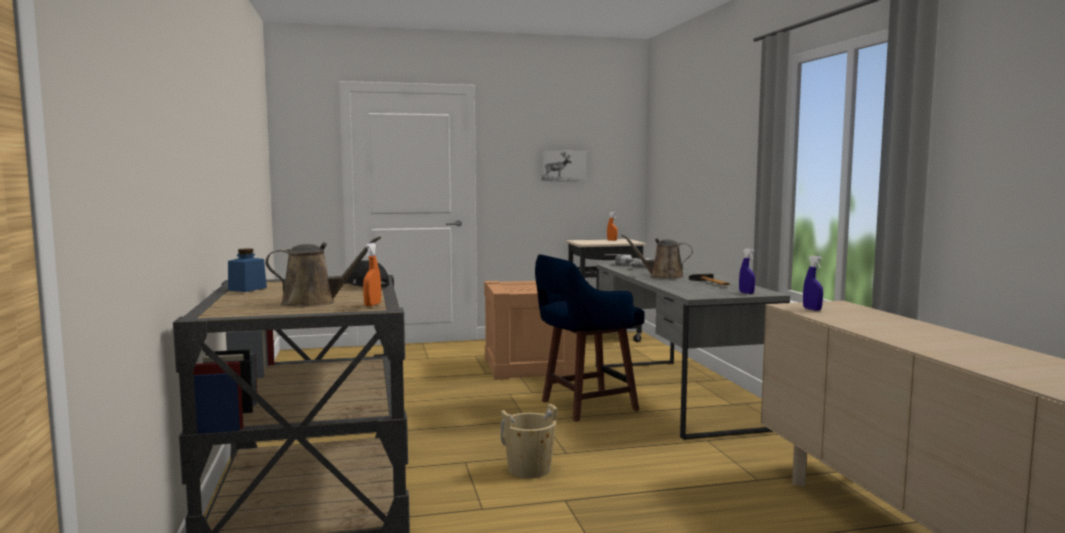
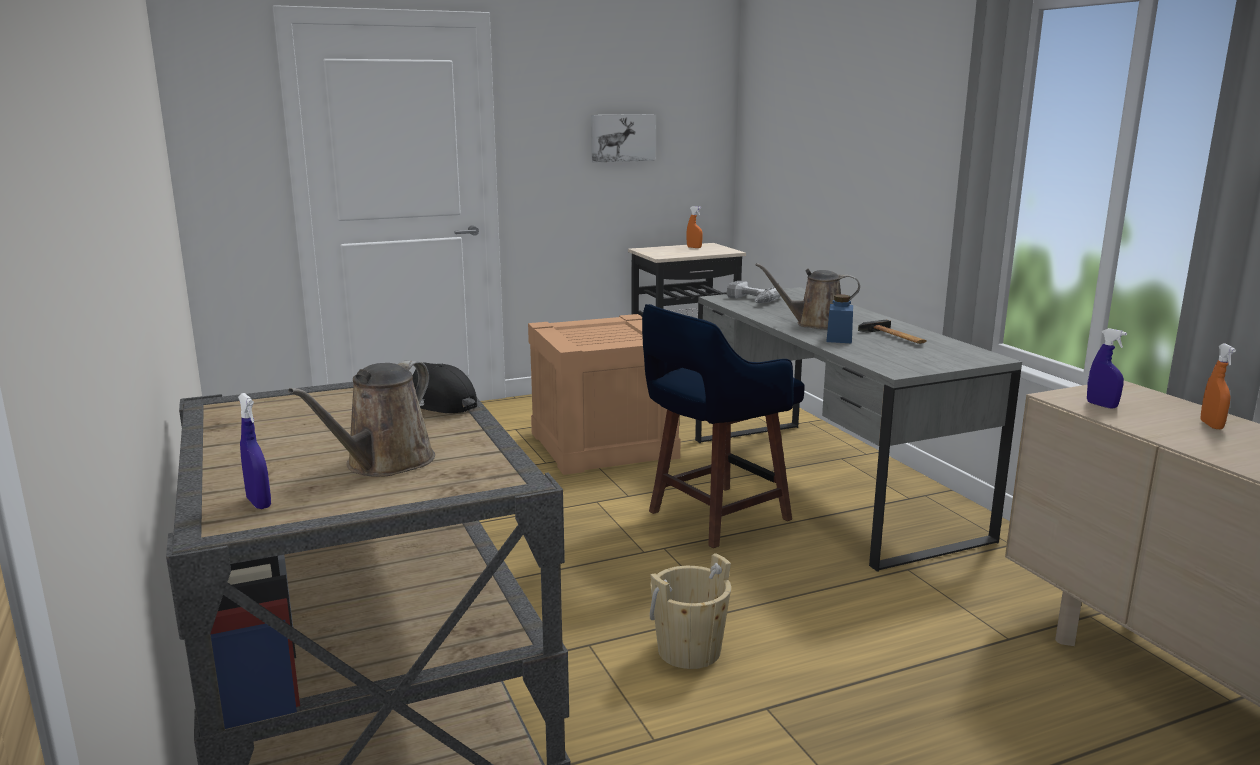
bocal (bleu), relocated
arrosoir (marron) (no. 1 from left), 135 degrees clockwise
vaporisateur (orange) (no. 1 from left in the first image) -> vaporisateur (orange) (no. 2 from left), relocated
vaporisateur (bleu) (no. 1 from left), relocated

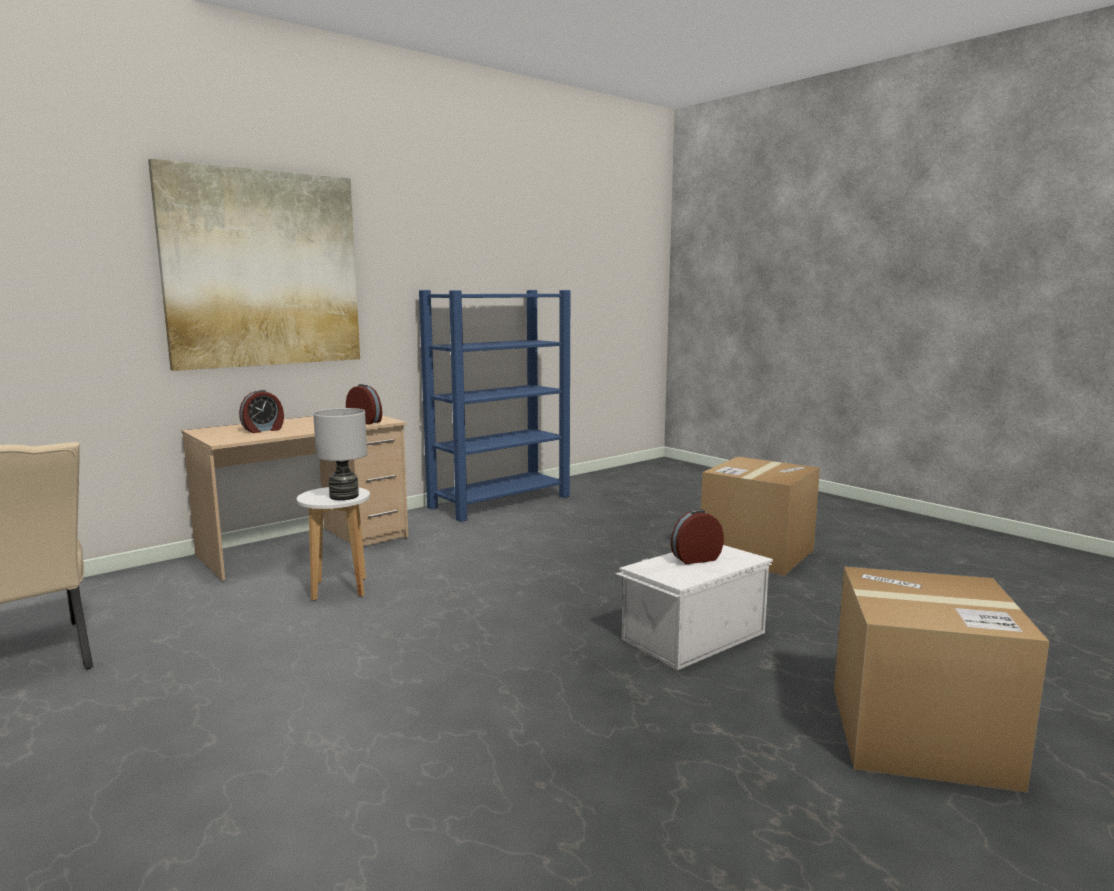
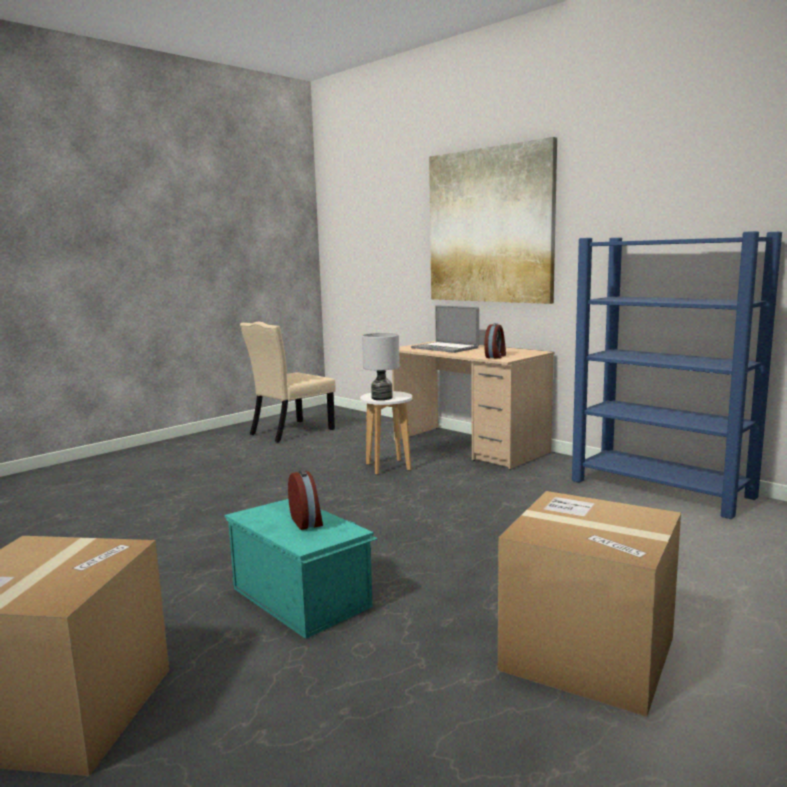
réveil (no. 1 from left) -> ordinateur portable
boîte de rangement (blanc) -> boîte de rangement (turquoise)

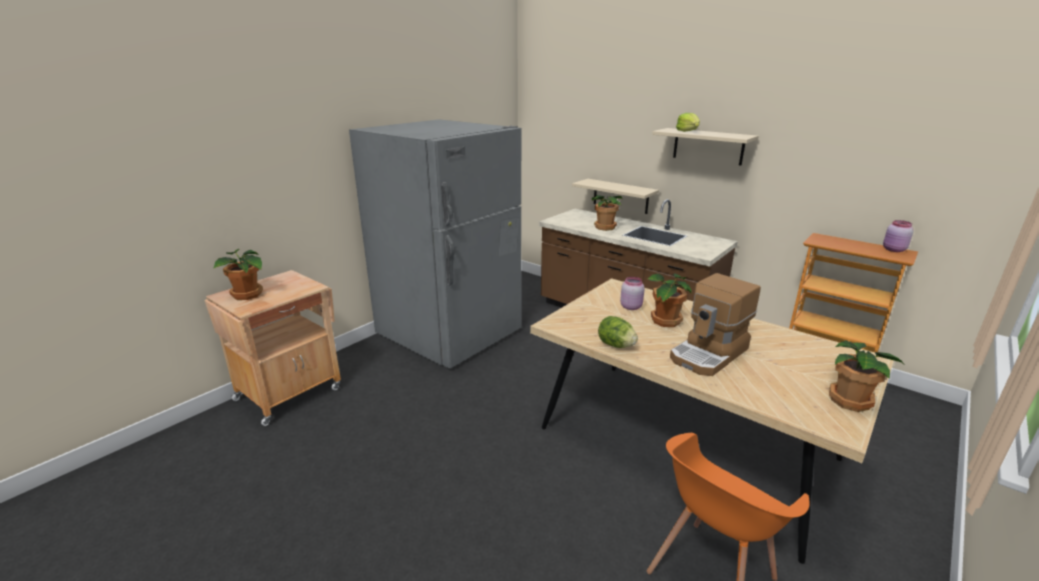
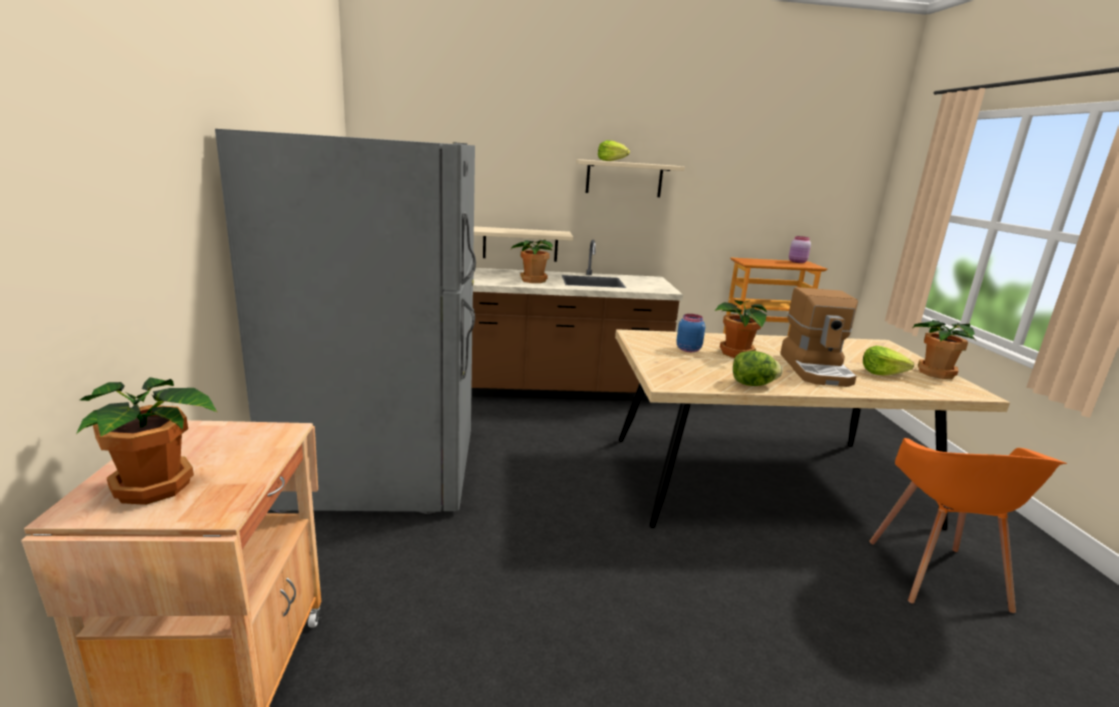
bocal (rose) (no. 1 from left) -> bocal (bleu)
none -> laitue (no. 3 from left)

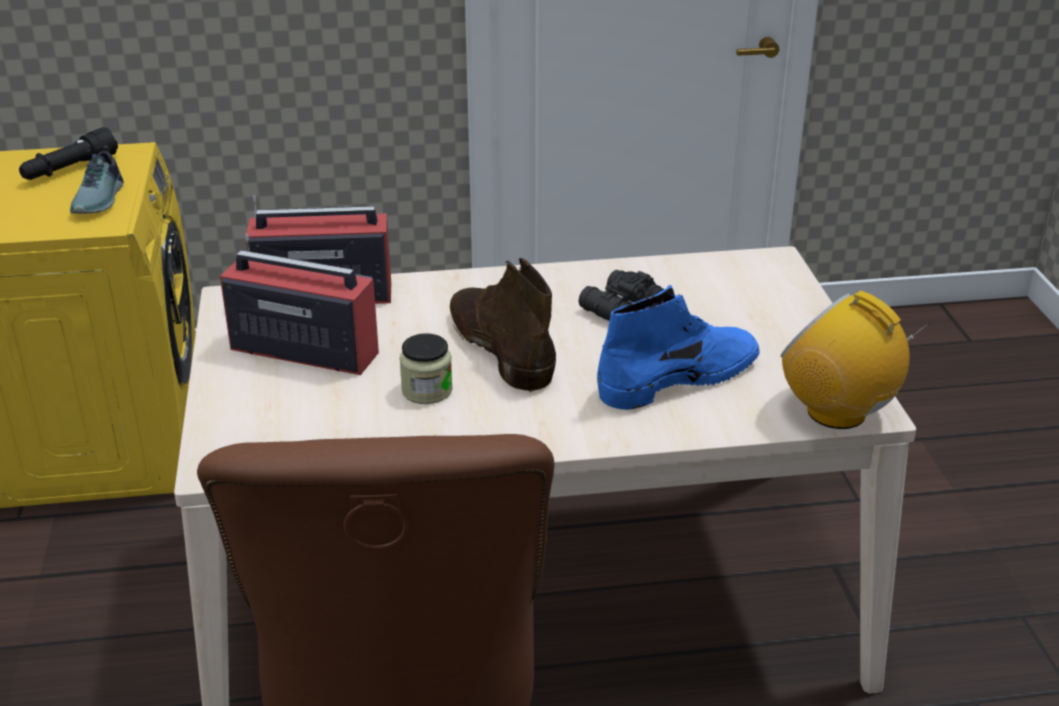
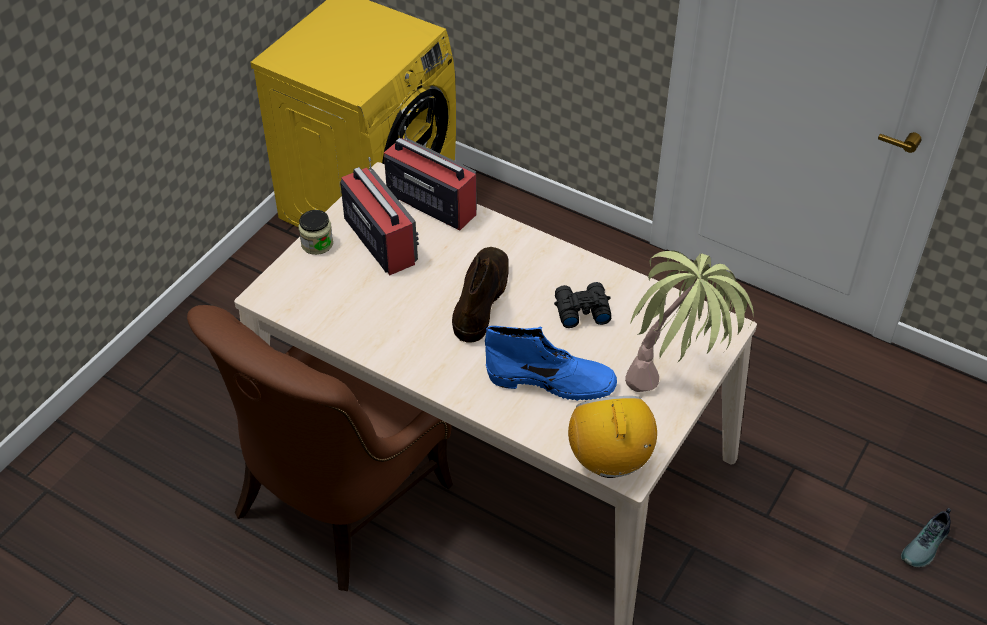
lampe de poche (noir) -> none
chaussure, relocated
bocal, relocated
none -> plante en pot

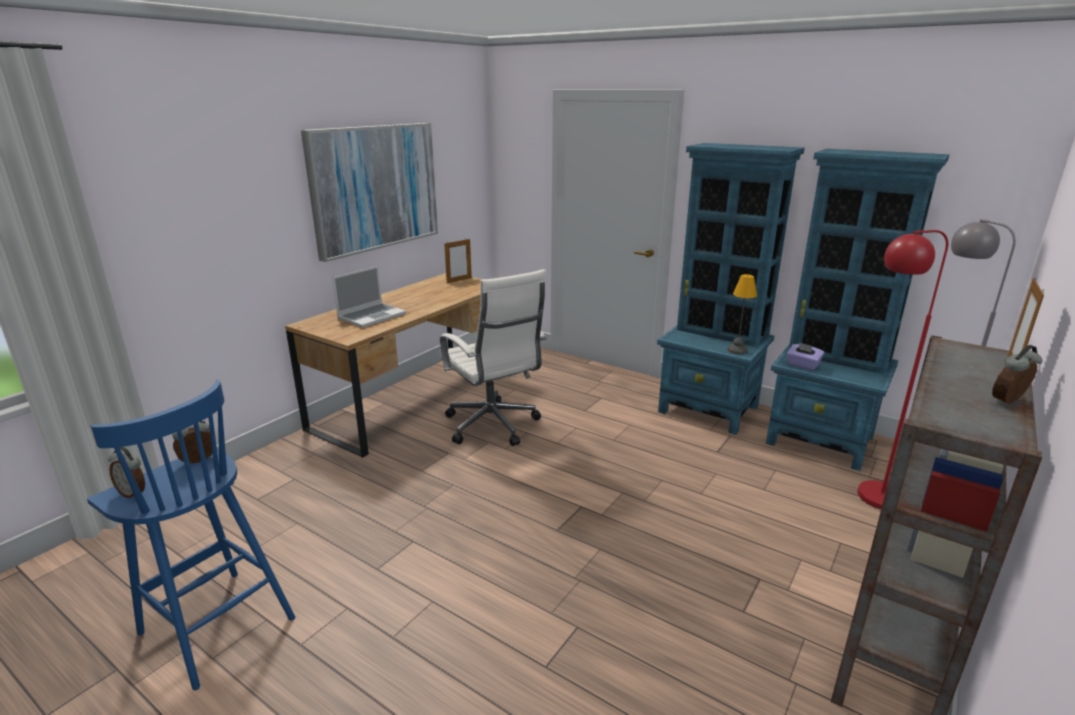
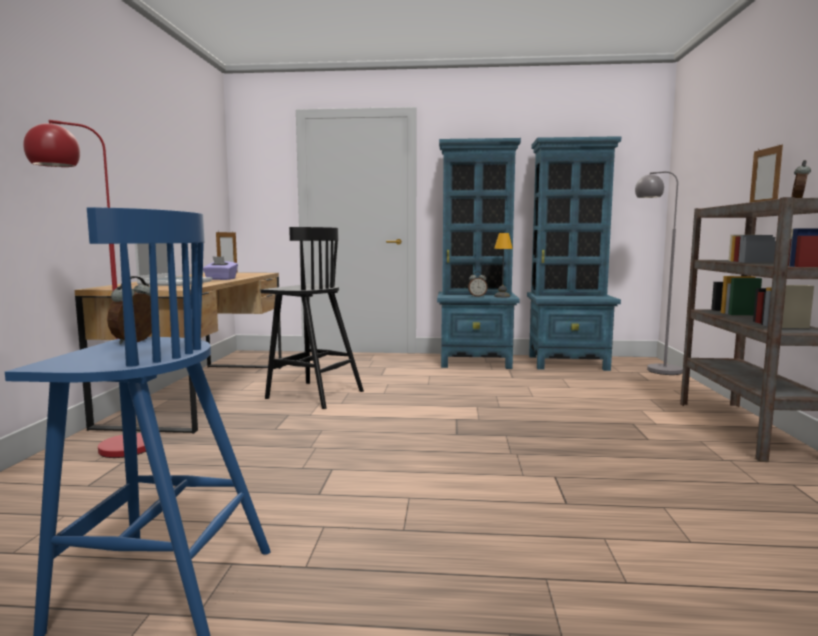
réveil (no. 1 from left in the first image) -> réveil (no. 2 from left), relocated
tableau -> none
chaise de bureau (blanc) -> tabouret (noir)
boîte à mouchoirs (violet), relocated
lampadaire (rouge), relocated

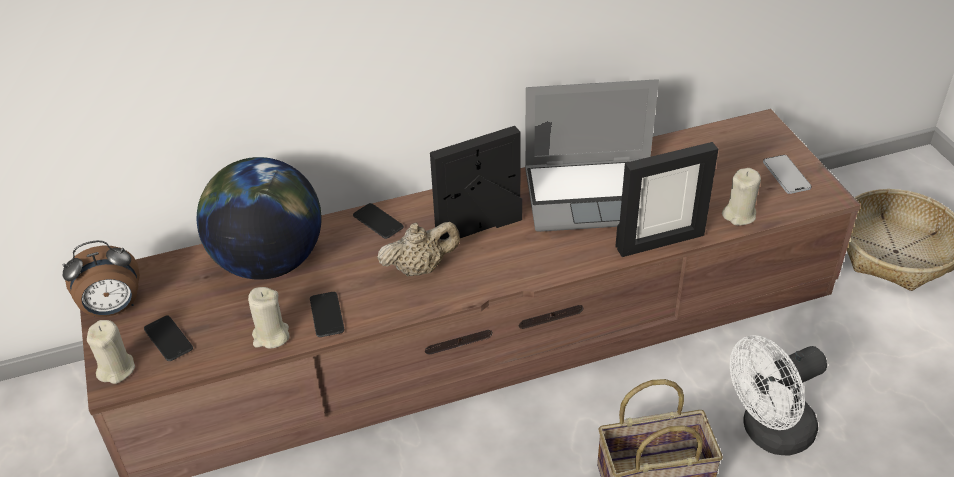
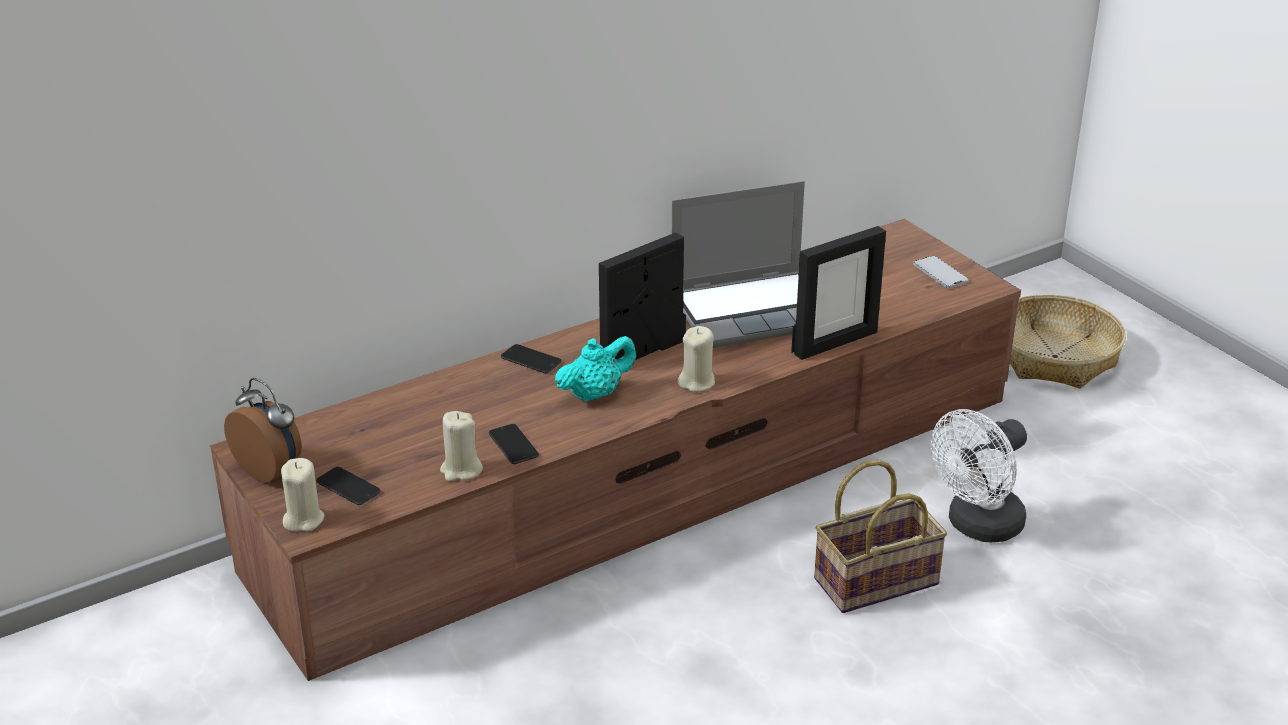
réveil, 105 degrees counterclockwise
globe -> none
théière (beige) -> théière (turquoise)
bougie (beige) (no. 3 from left), relocated

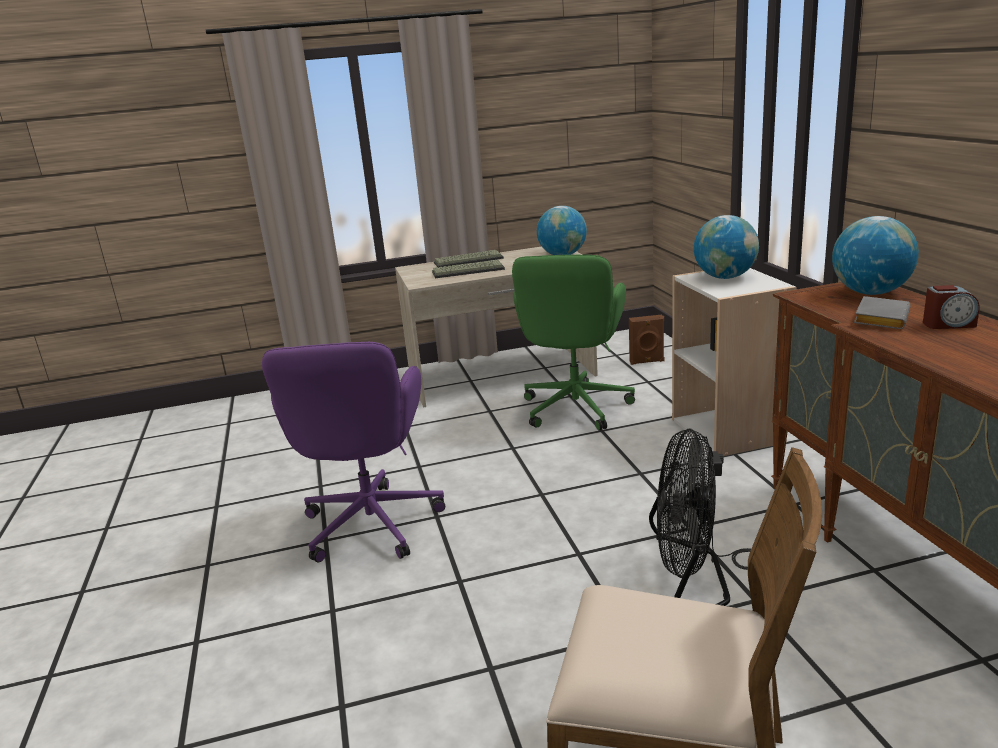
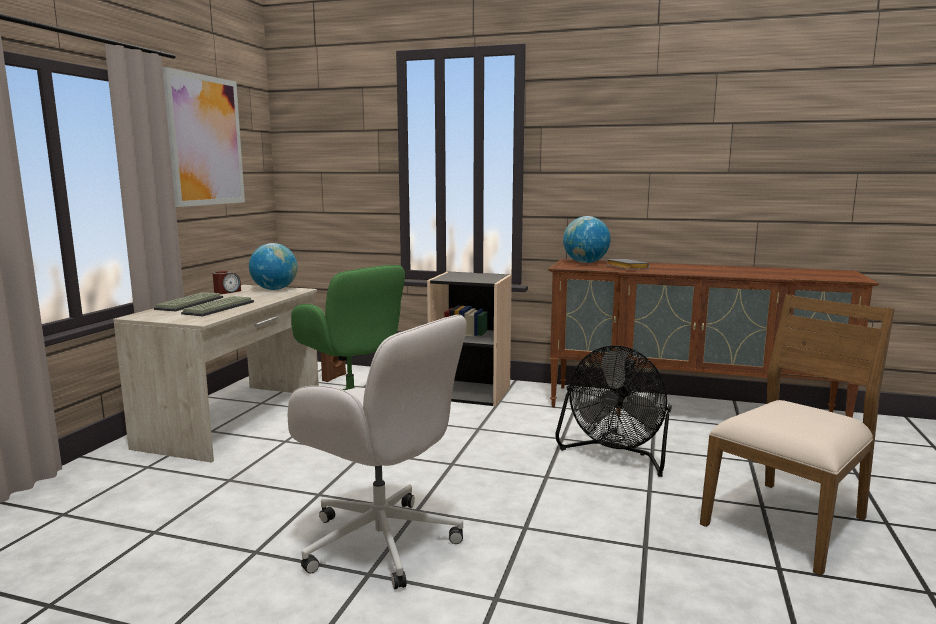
chaise de bureau (violet) -> chaise de bureau (blanc)
bibliothèque (blanc) -> bibliothèque (noir)
globe (no. 2 from left) -> none
réveil, relocated
none -> tableau

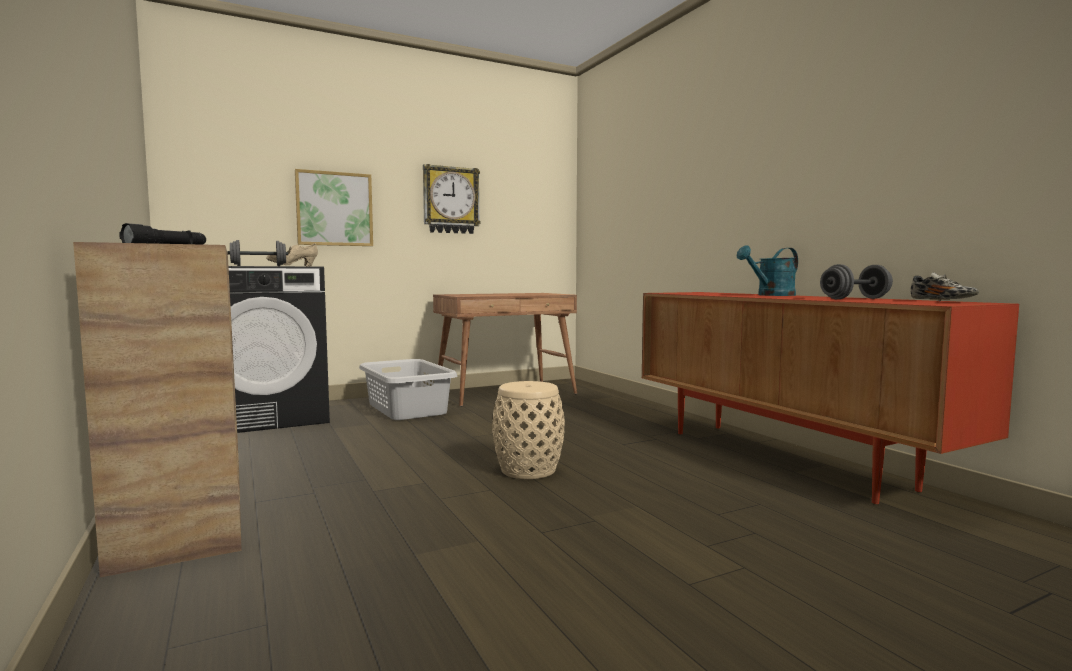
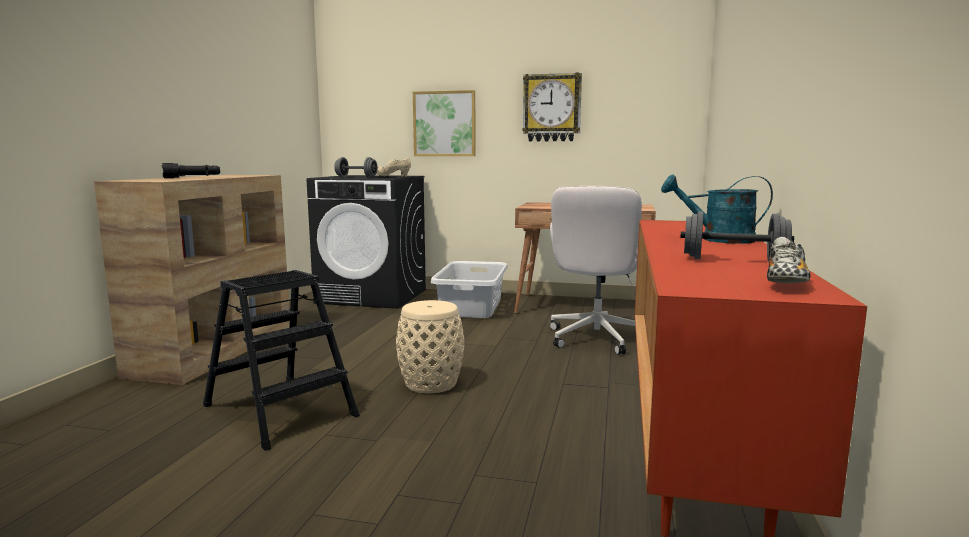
none -> escabeau (noir)
none -> chaise de bureau (blanc)

